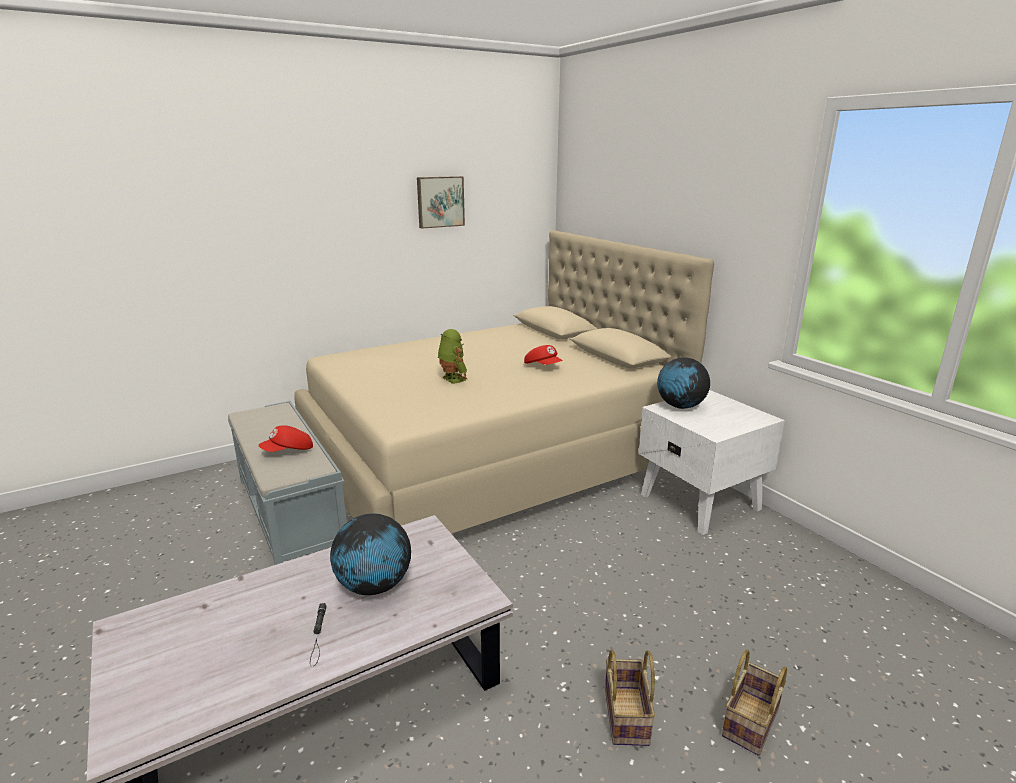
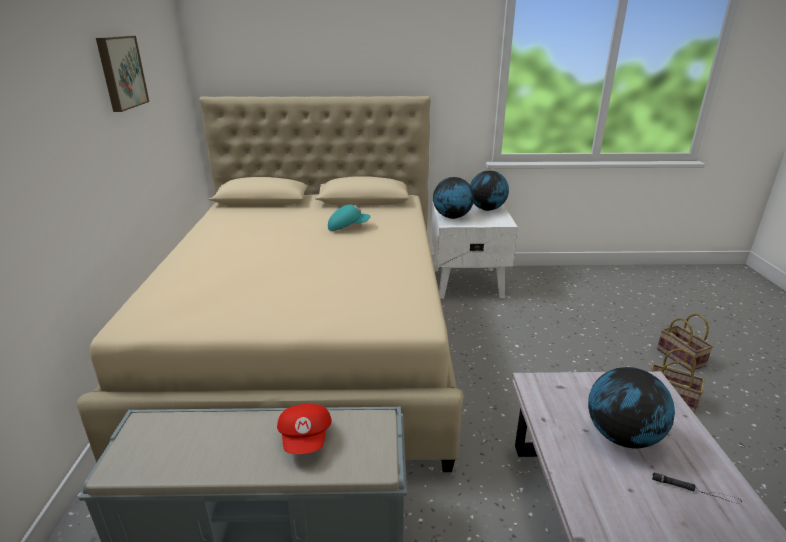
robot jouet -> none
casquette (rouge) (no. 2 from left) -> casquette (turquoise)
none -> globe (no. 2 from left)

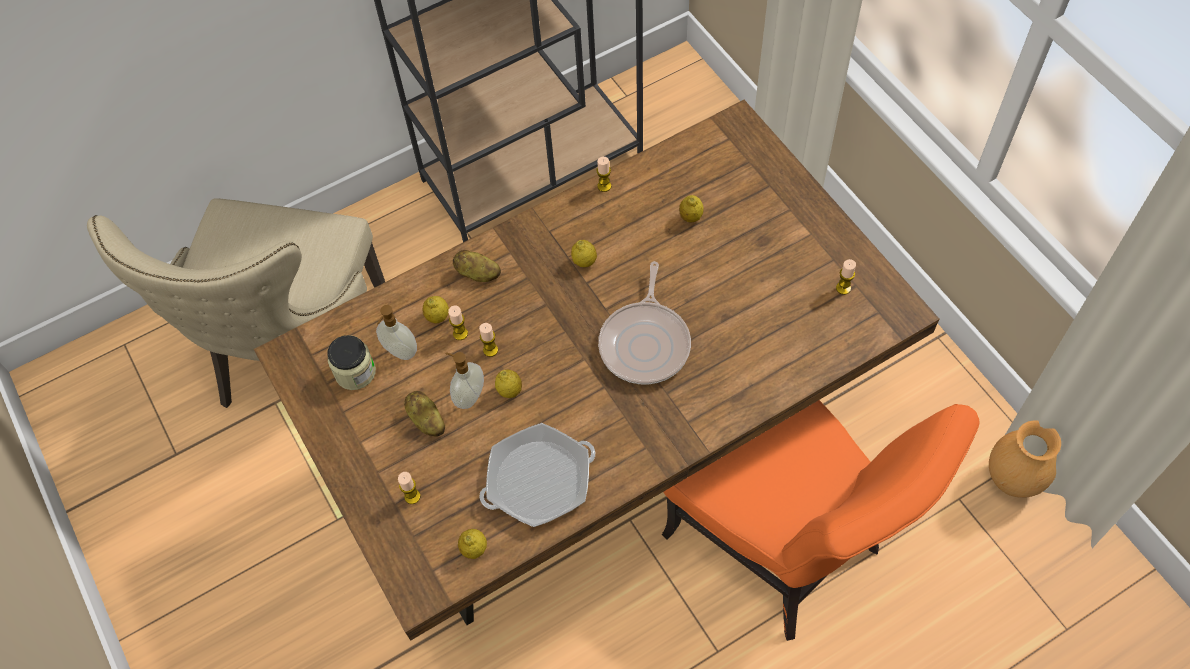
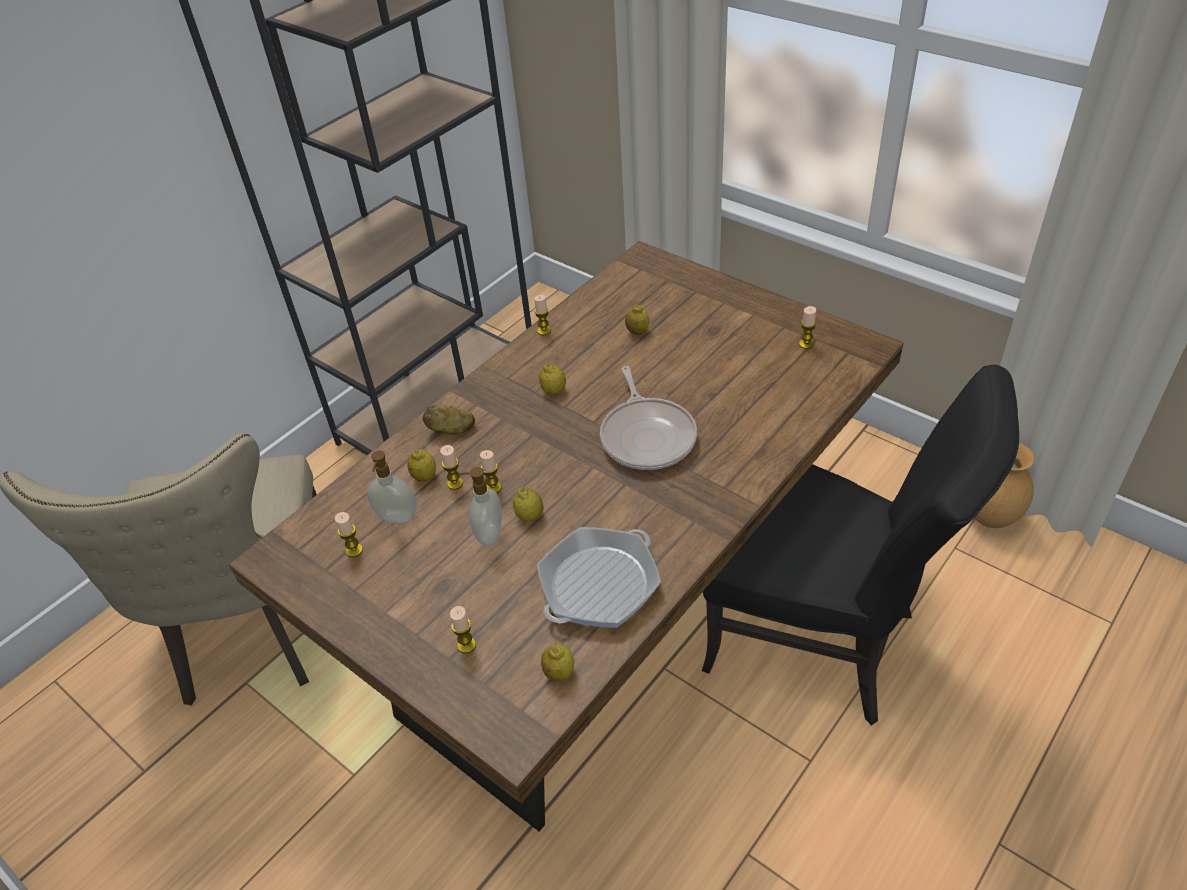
bocal -> bougie (no. 1 from left)
pomme de terre (no. 1 from left) -> none
chaise (orange) -> chaise (noir)

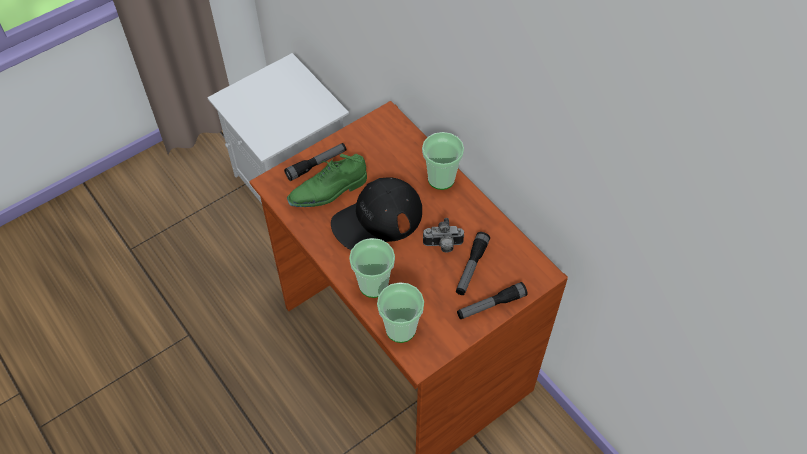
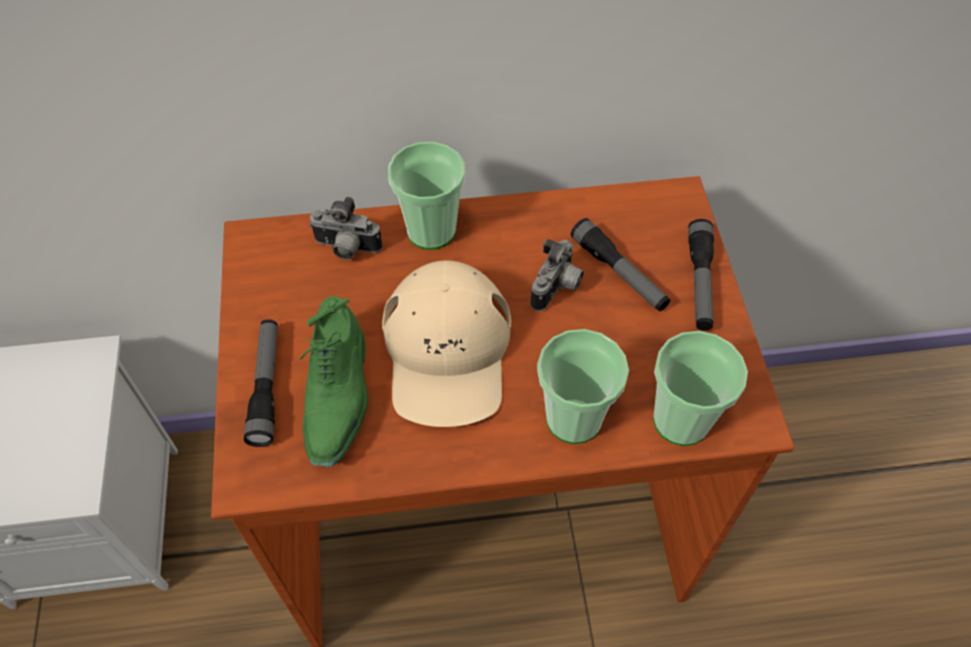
casquette (noir) -> casquette (beige)
none -> appareil photo (no. 1 from left)

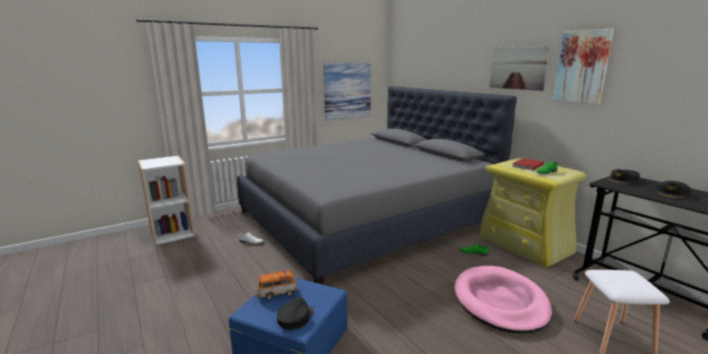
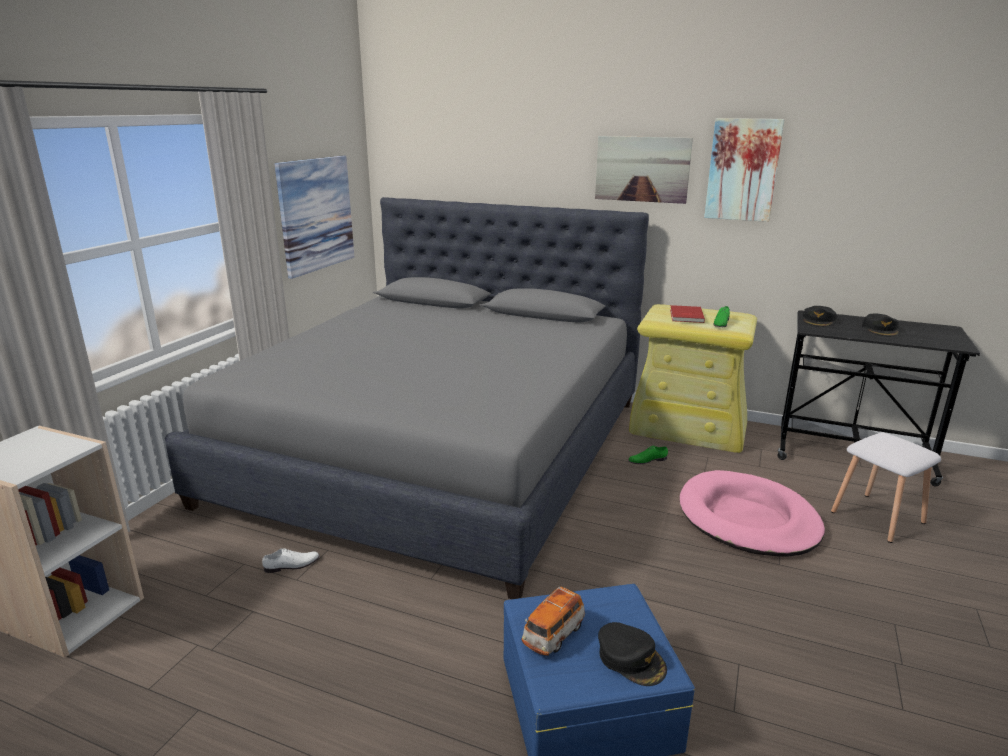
casquette (noir) (no. 1 from left), 150 degrees clockwise

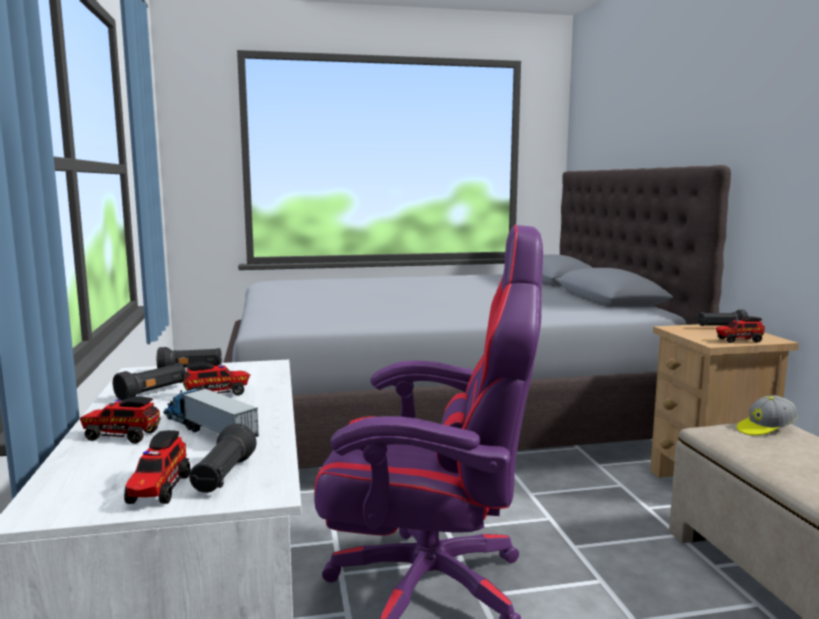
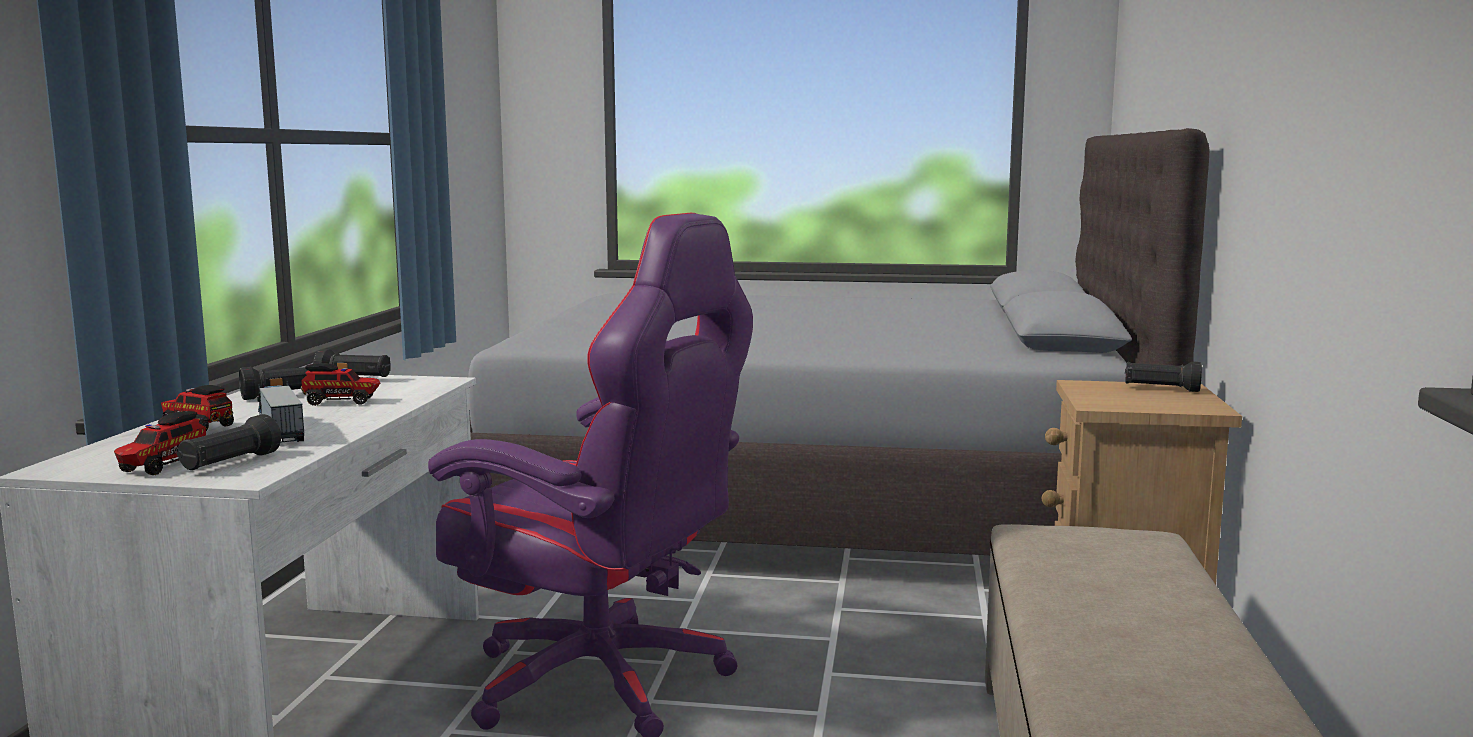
camion jouet (no. 5 from left) -> none
casquette -> none

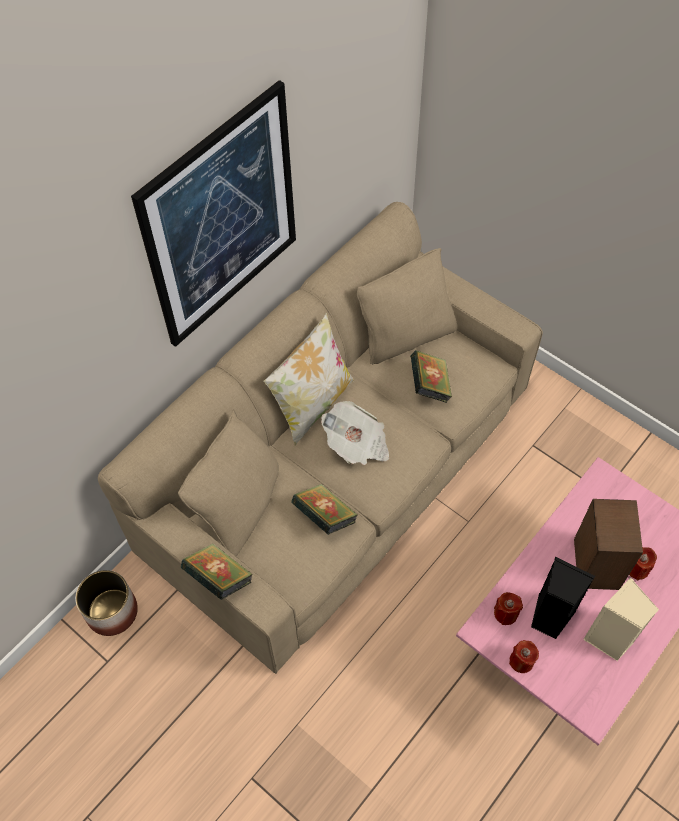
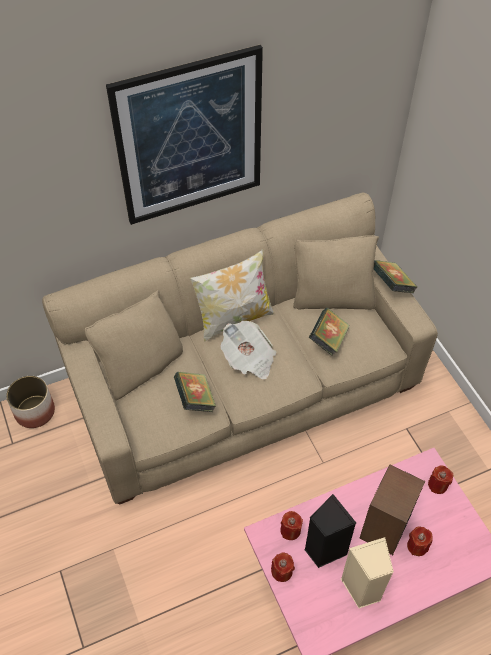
livre (no. 1 from left in the first image) -> livre (no. 3 from left), relocated
none -> bougie (rouge) (no. 4 from left)

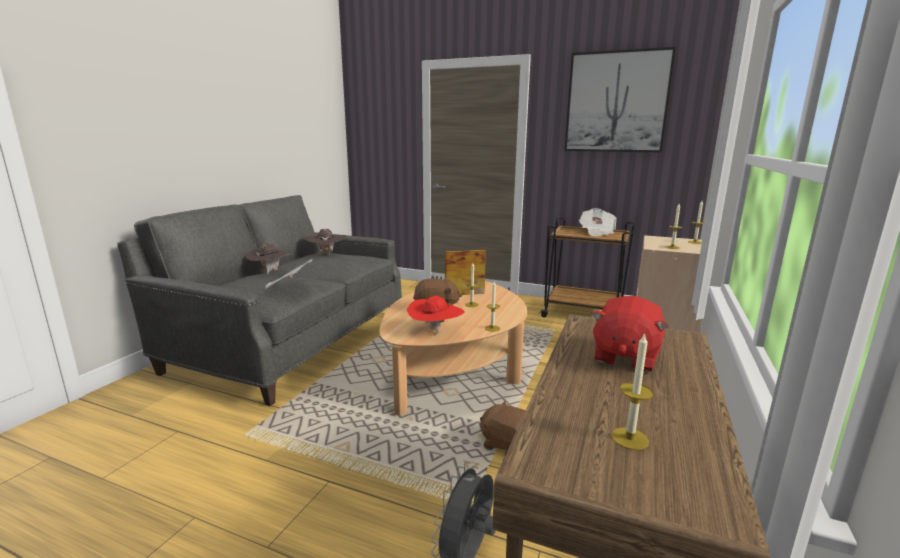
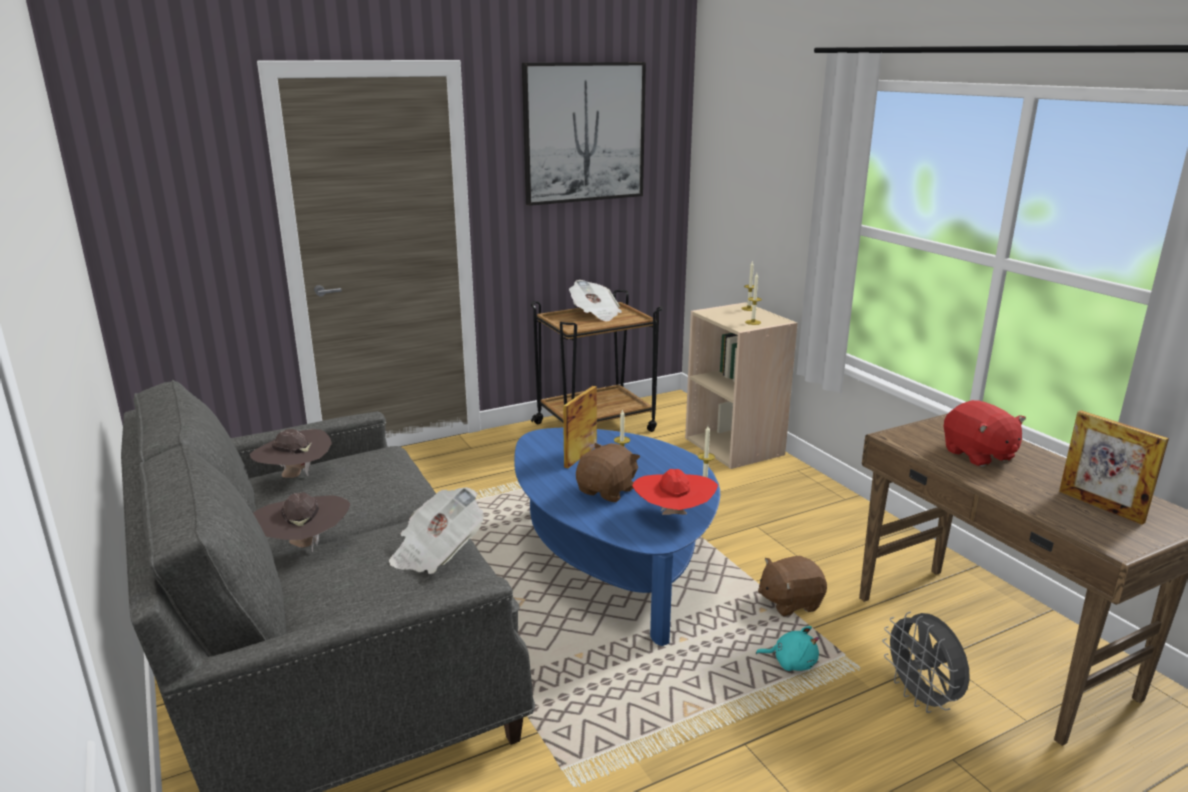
table basse (beige) -> table basse (bleu)
bougie (no. 3 from left) -> cadre photo (no. 2 from left)
none -> peluche (turquoise)

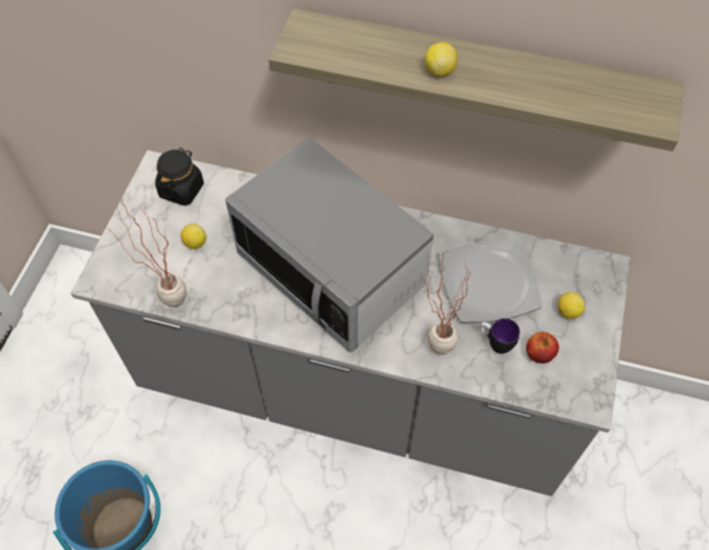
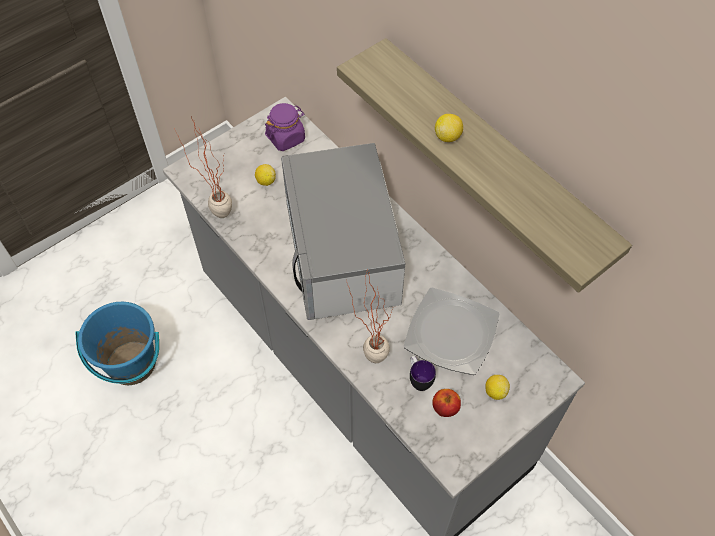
bocal (noir) -> bocal (violet)

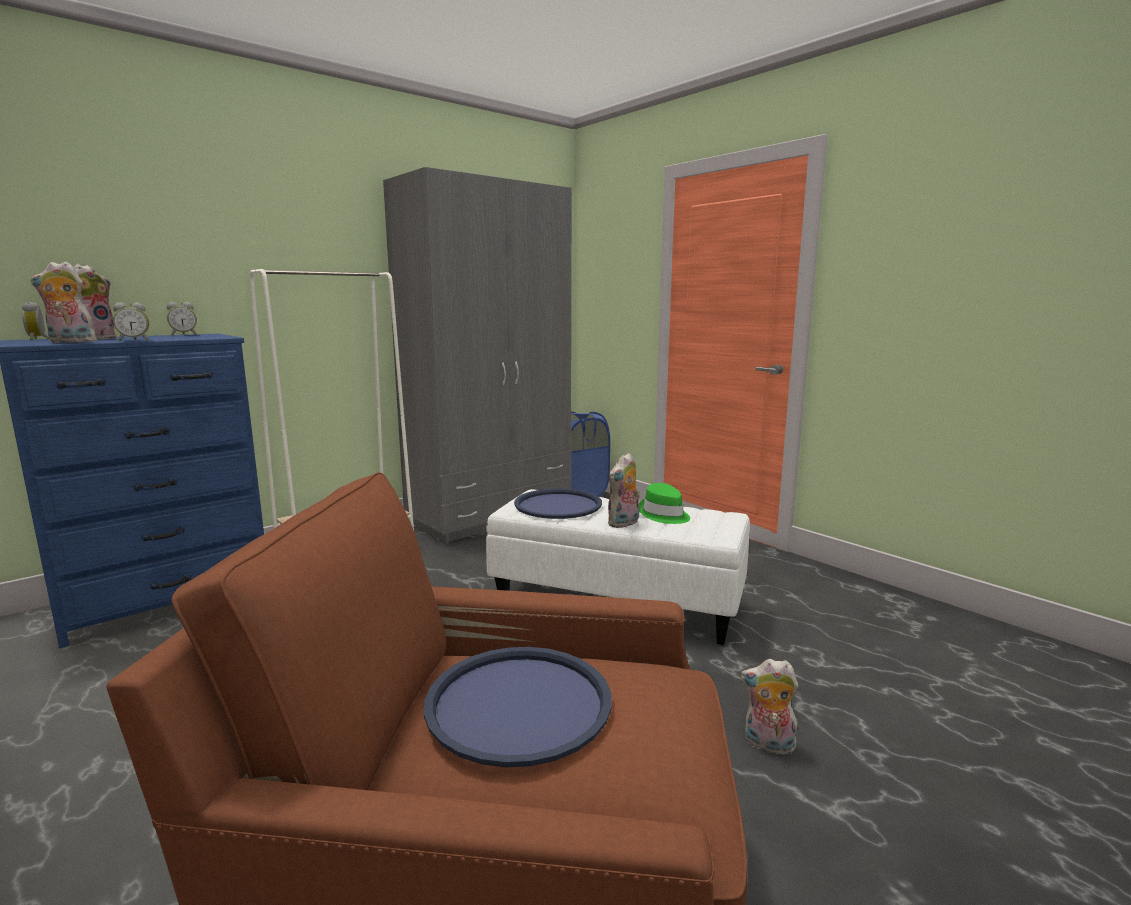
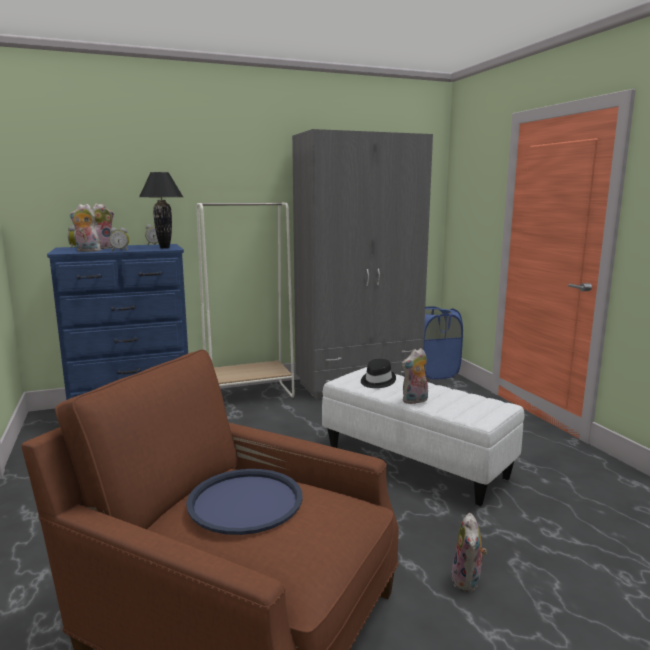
plateau (bleu) (no. 2 from left) -> chapeau (noir)
chapeau (vert) -> none
peluche (no. 4 from left), 120 degrees counterclockwise
none -> lampe de table (noir)

